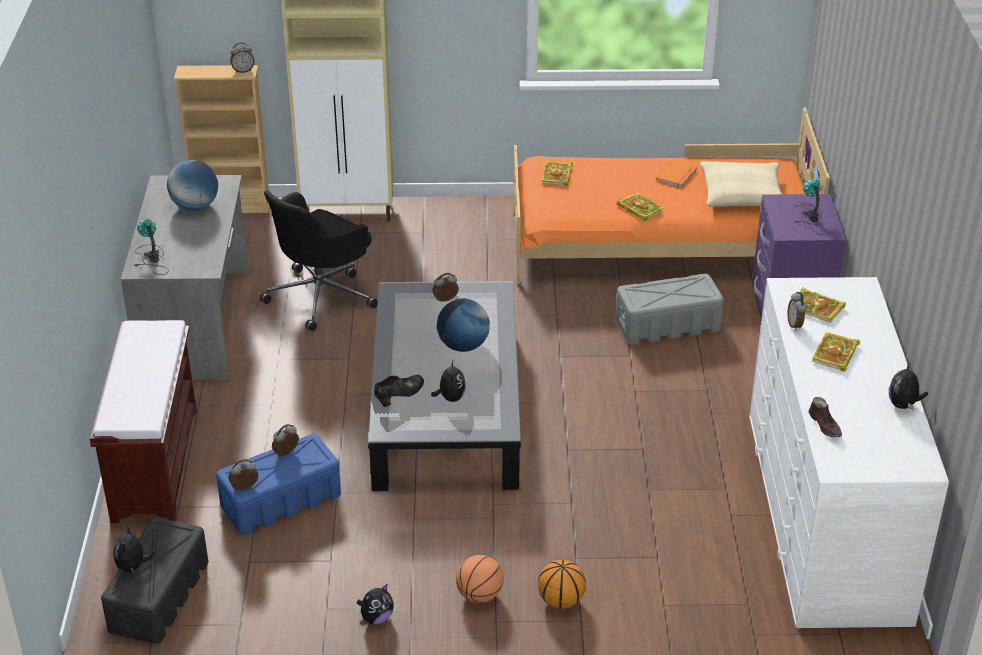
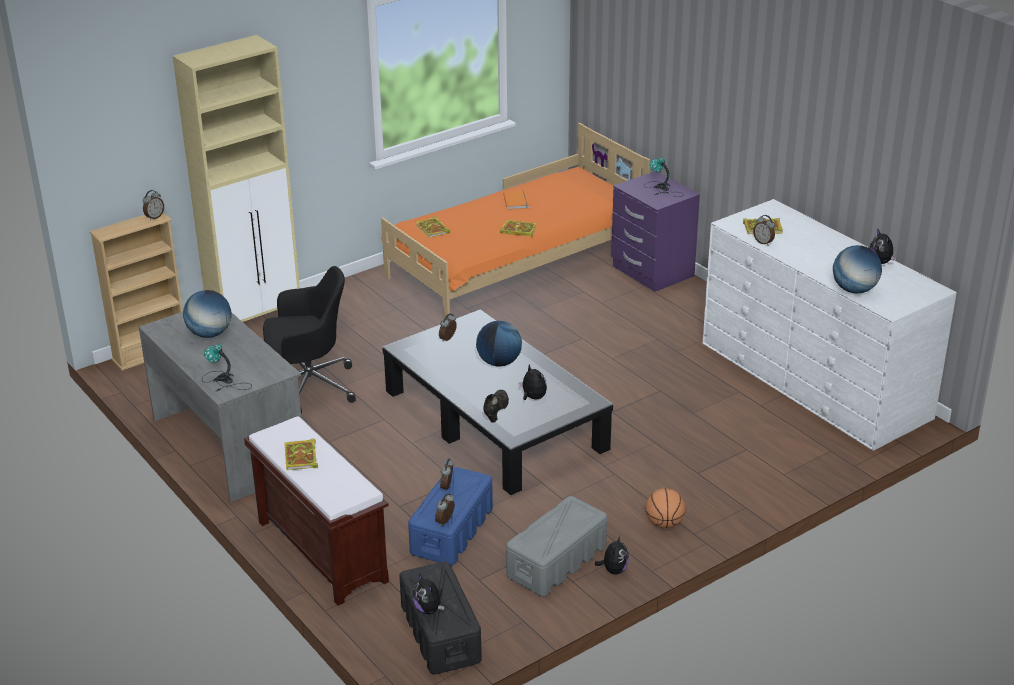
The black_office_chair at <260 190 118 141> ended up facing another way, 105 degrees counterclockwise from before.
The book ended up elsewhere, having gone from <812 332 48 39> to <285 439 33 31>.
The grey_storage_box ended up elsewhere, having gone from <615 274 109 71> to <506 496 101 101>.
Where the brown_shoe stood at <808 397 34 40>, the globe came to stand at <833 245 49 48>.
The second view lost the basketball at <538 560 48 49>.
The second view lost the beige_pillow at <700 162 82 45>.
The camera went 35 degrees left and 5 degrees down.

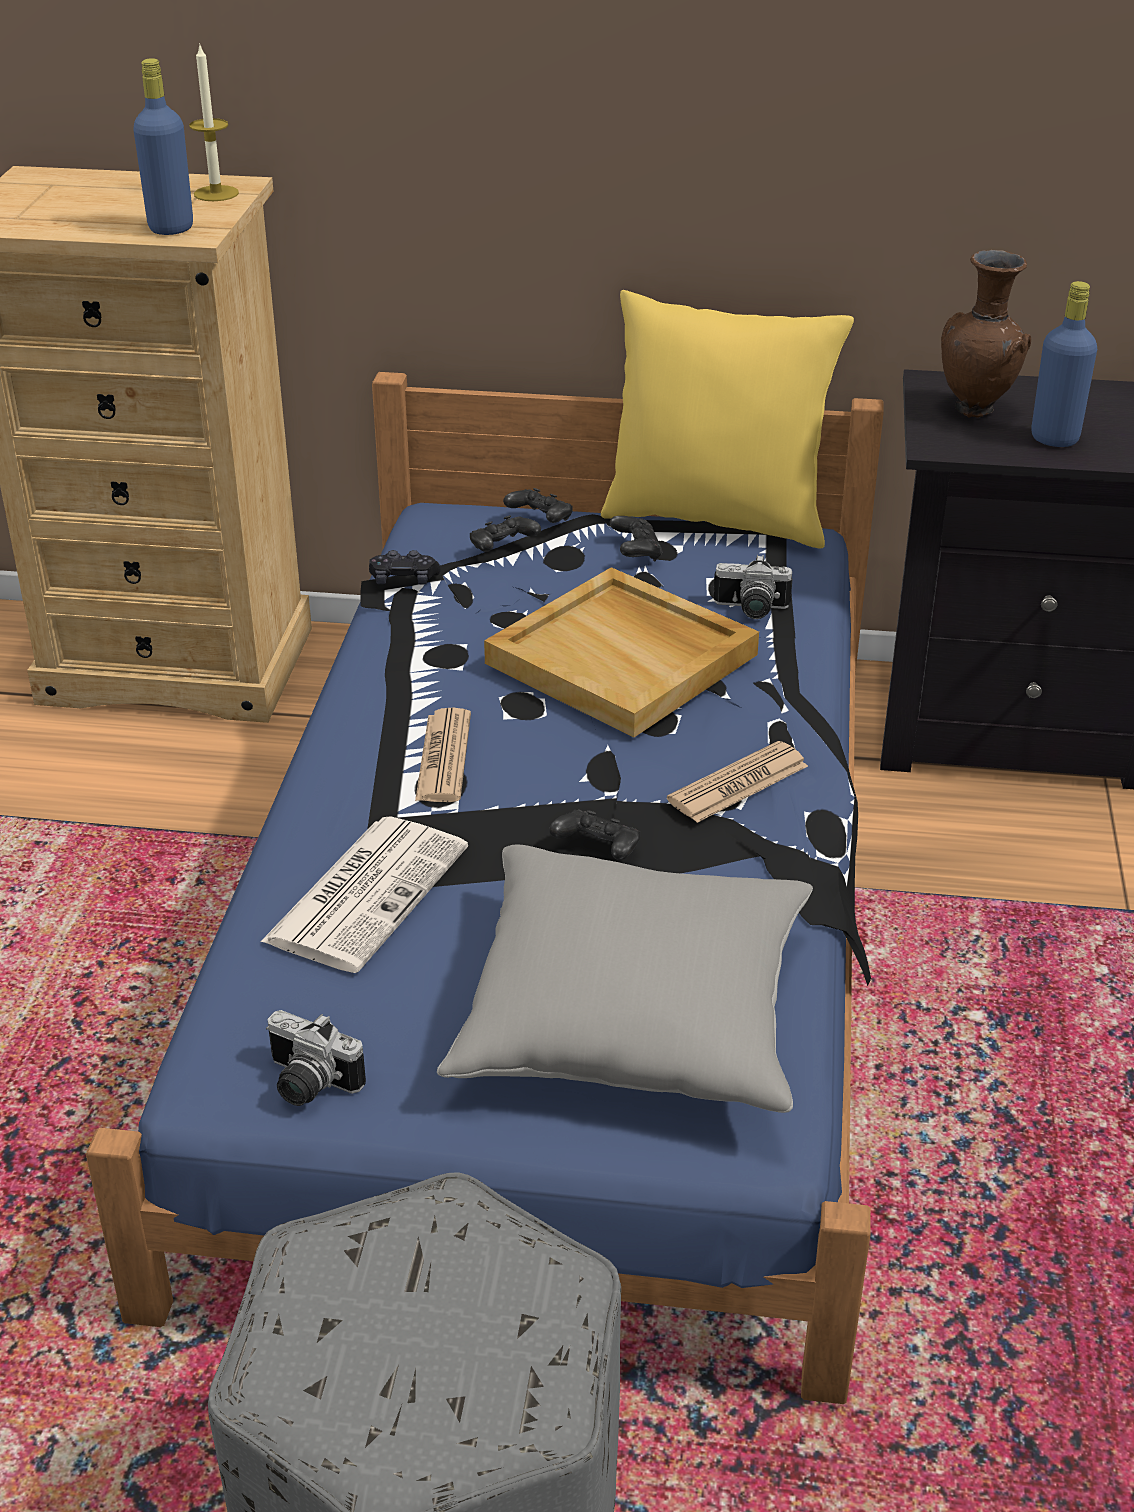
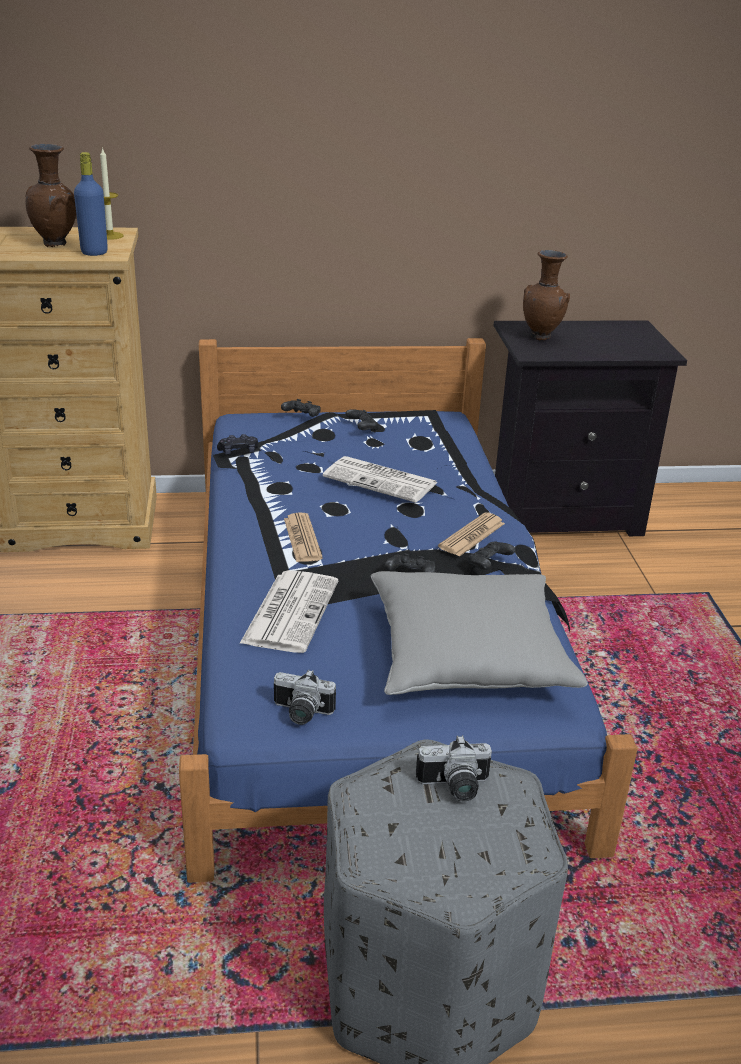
The second view gained the brown_vase at <25 144 51 103>.
Where the beige_tray stood at <484 567 275 170>, the newspaper came to stand at <323 456 115 47>.
The photo_camera ended up elsewhere, having gone from <713 555 79 64> to <416 735 76 67>.
The black_game_controller ended up elsewhere, having gone from <470 515 71 37> to <467 541 48 29>.
The second view lost the yellow_pillow at <601 290 253 259>.
The second view lost the blue_bottle at <1031 281 66 166>.
The camera went 15 degrees left and 5 degrees down.

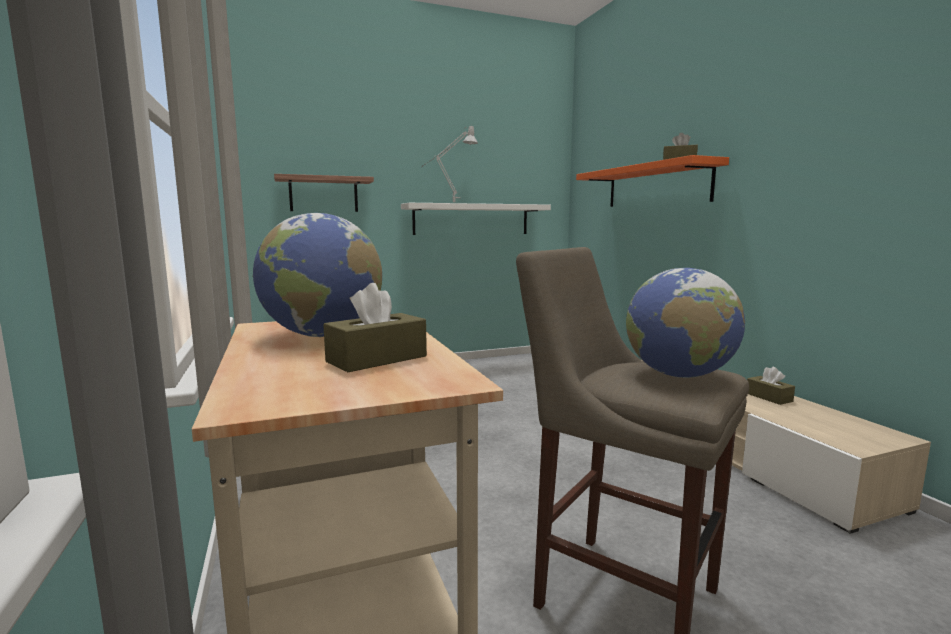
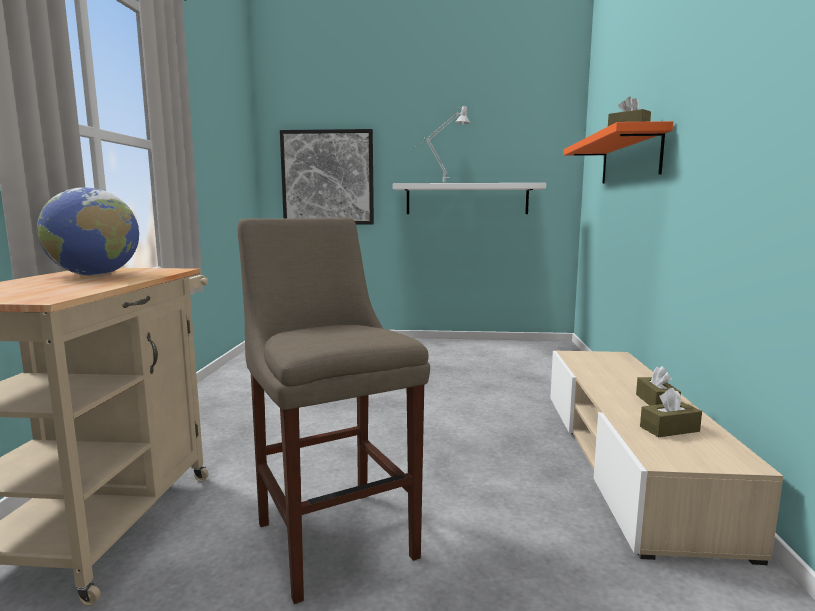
Where the shelf hung at <274 174 100 38>, the picture came to hang at <280 129 94 95>.
The brown_tissue_box ended up elsewhere, having gone from <323 283 104 89> to <640 388 62 49>.
The second view lost the globe at <626 268 119 110>.
The camera went 25 degrees right and 0 degrees up.

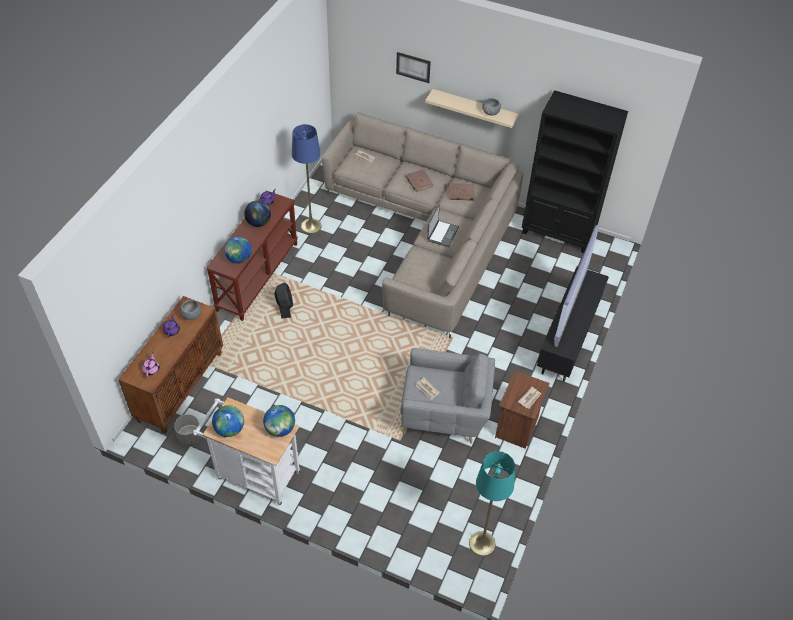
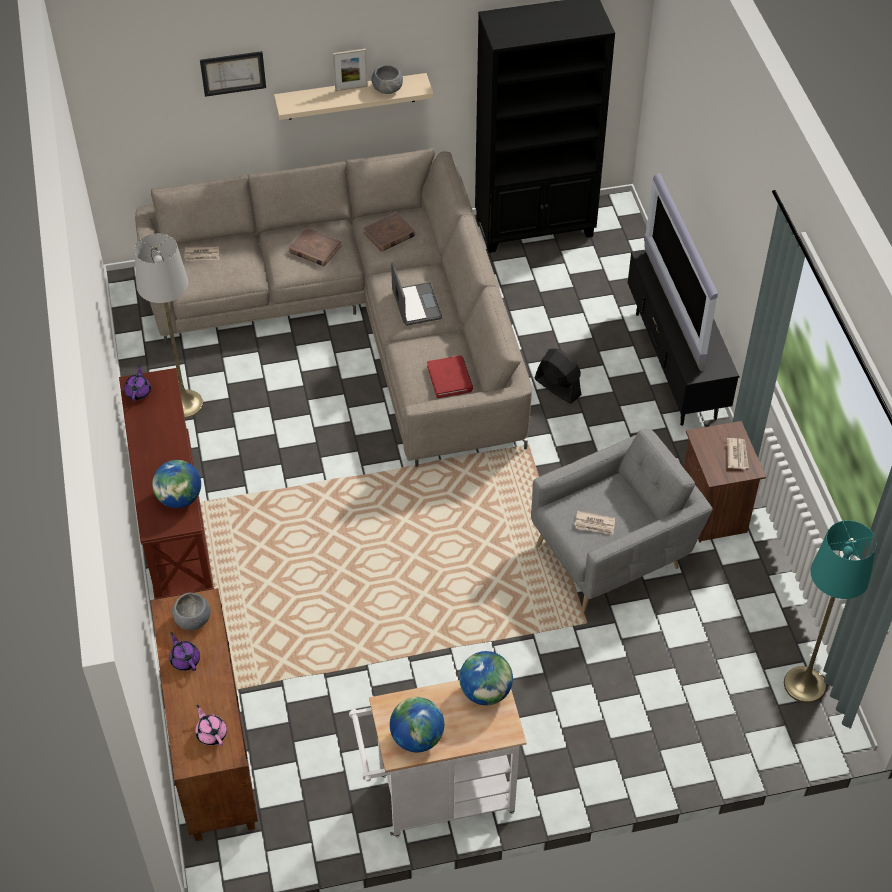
What was the blue_floor_lamp at <292 124 30 110> turned into the grey_floor_lamp at <134 233 69 185>.
The second view gained the picture_frame at <333 49 35 42>.
The second view gained the red_book at <427 355 46 43>.
The black_fan ended up elsewhere, having gone from <274 283 19 36> to <535 348 47 56>.
The second view lost the grey_planter at <174 414 27 31>.
The second view lost the globe at <244 200 27 27>.
The camera went 35 degrees left and 0 degrees up.

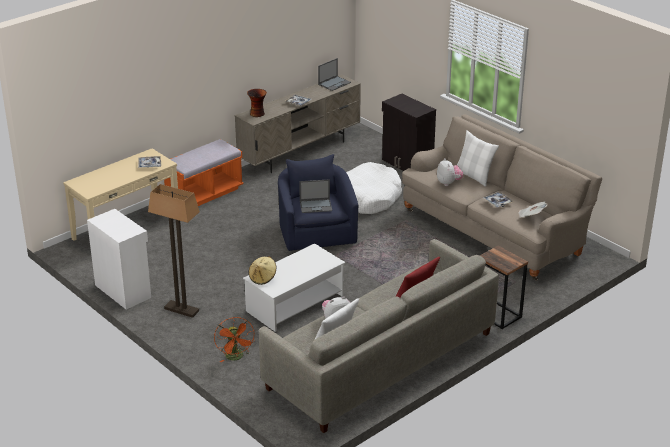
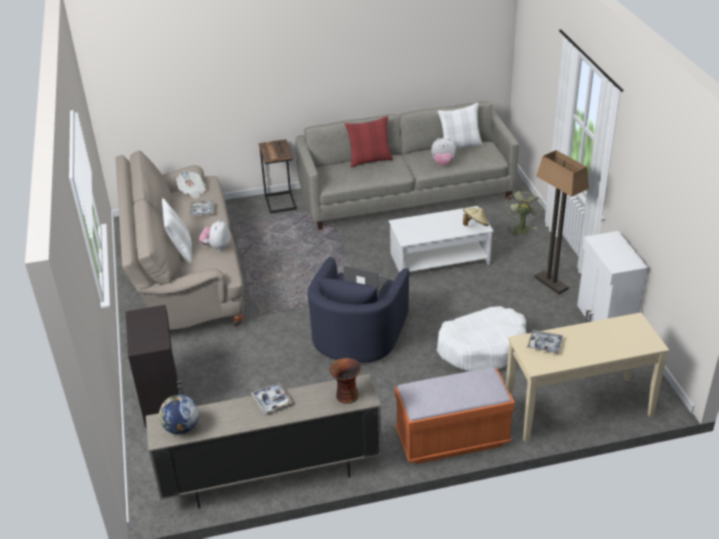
Where the laptop stood at <318 58 33 33>, the globe came to stand at <159 395 40 39>.
The white_dog_bed ended up elsewhere, having gone from <346 162 56 52> to <437 306 90 65>.
What was the orange_fan at <214 317 41 45> turned into the green_fan at <506 188 37 49>.
The camera went 150 degrees left and 5 degrees up.

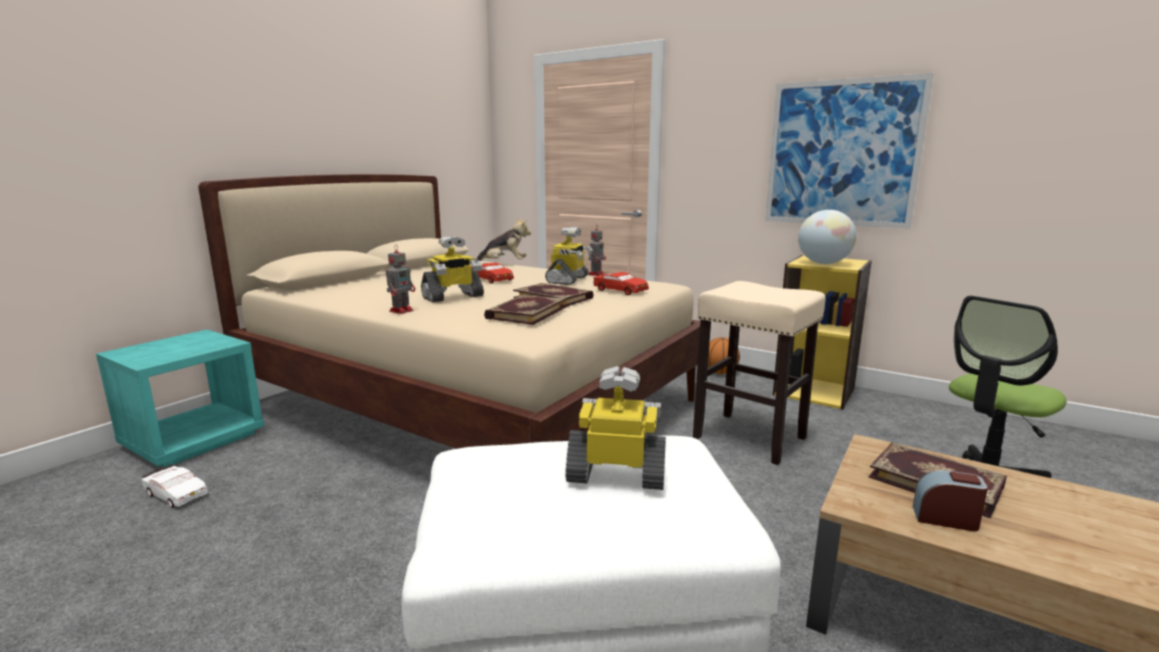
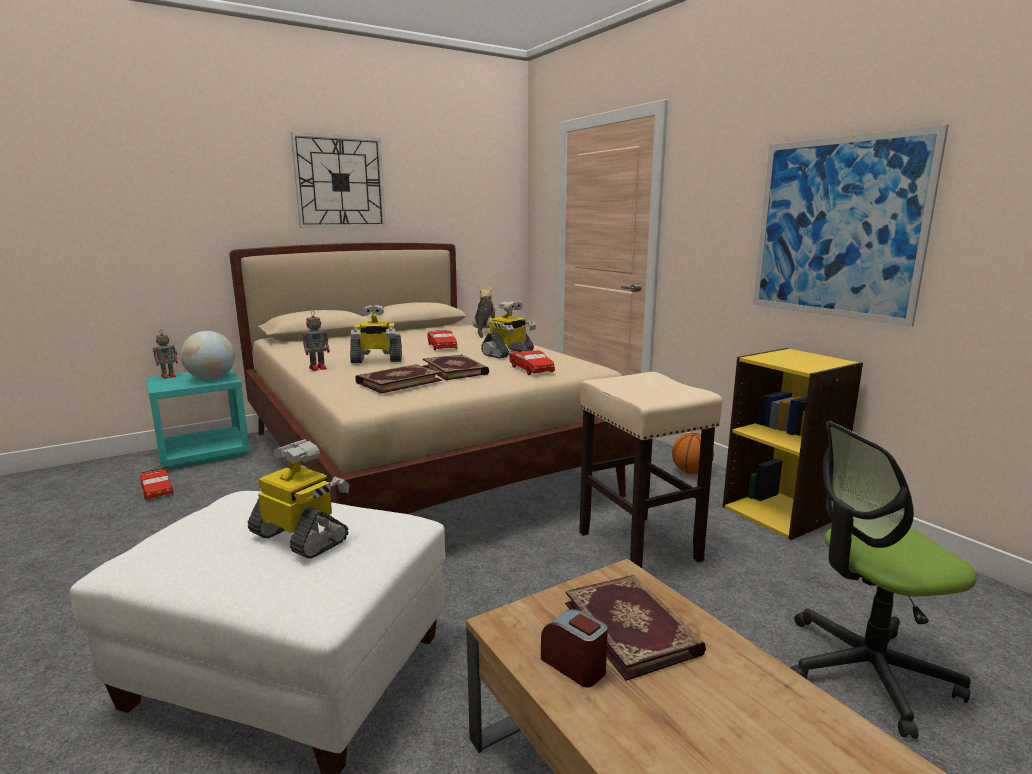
What was the white_toy_car at <141 465 67 43> turned into the red_toy_car at <140 468 33 32>.
The toy_robot ended up elsewhere, having gone from <588 224 18 52> to <153 330 25 49>.
The globe ended up elsewhere, having gone from <798 210 59 54> to <180 331 55 49>.
The second view gained the wall_clock at <291 132 95 96>.
The plush_toy at <475 218 56 43> ended up facing another way, 105 degrees counterclockwise from before.
The camera went 25 degrees right and 0 degrees up.

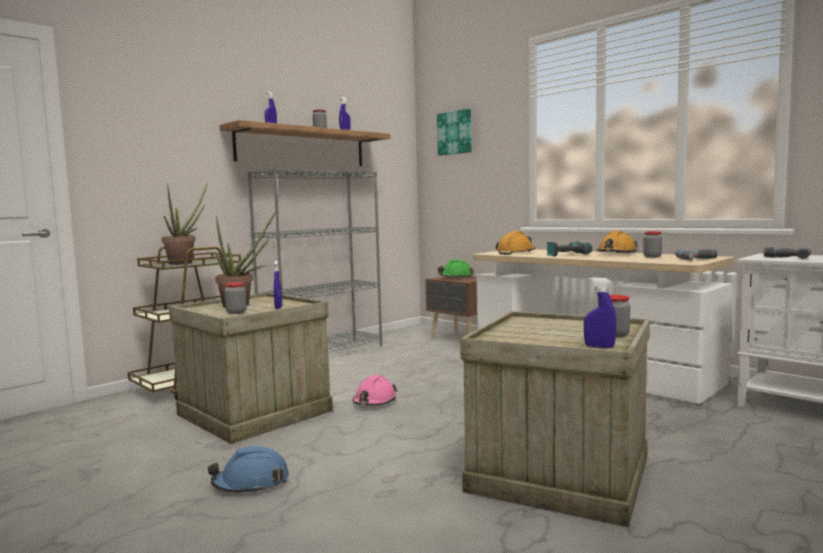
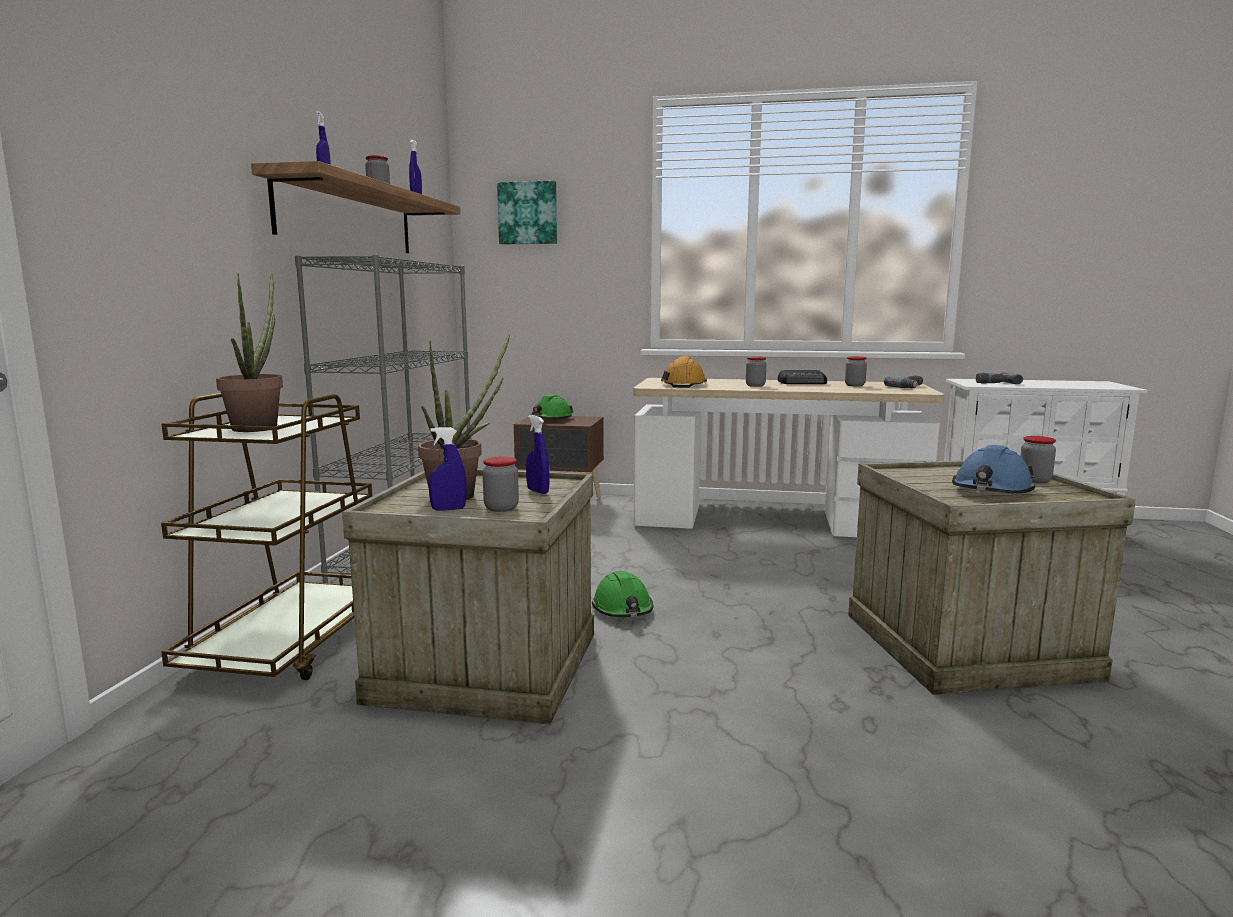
The blue_spray_bottle ended up elsewhere, having gone from <584 277 33 71> to <428 427 39 84>.
What was the pink_hard_hat at <353 375 44 30> turned into the green_hard_hat at <592 571 61 46>.
Where the power_drill stood at <546 241 46 16>, the jar came to stand at <746 356 20 31>.
Where the orange_hard_hat stood at <596 231 42 22>, the radio came to stand at <778 370 49 14>.
The blue_hard_hat ended up elsewhere, having gone from <208 446 81 48> to <952 445 83 49>.
The camera went 35 degrees left and 5 degrees up.

